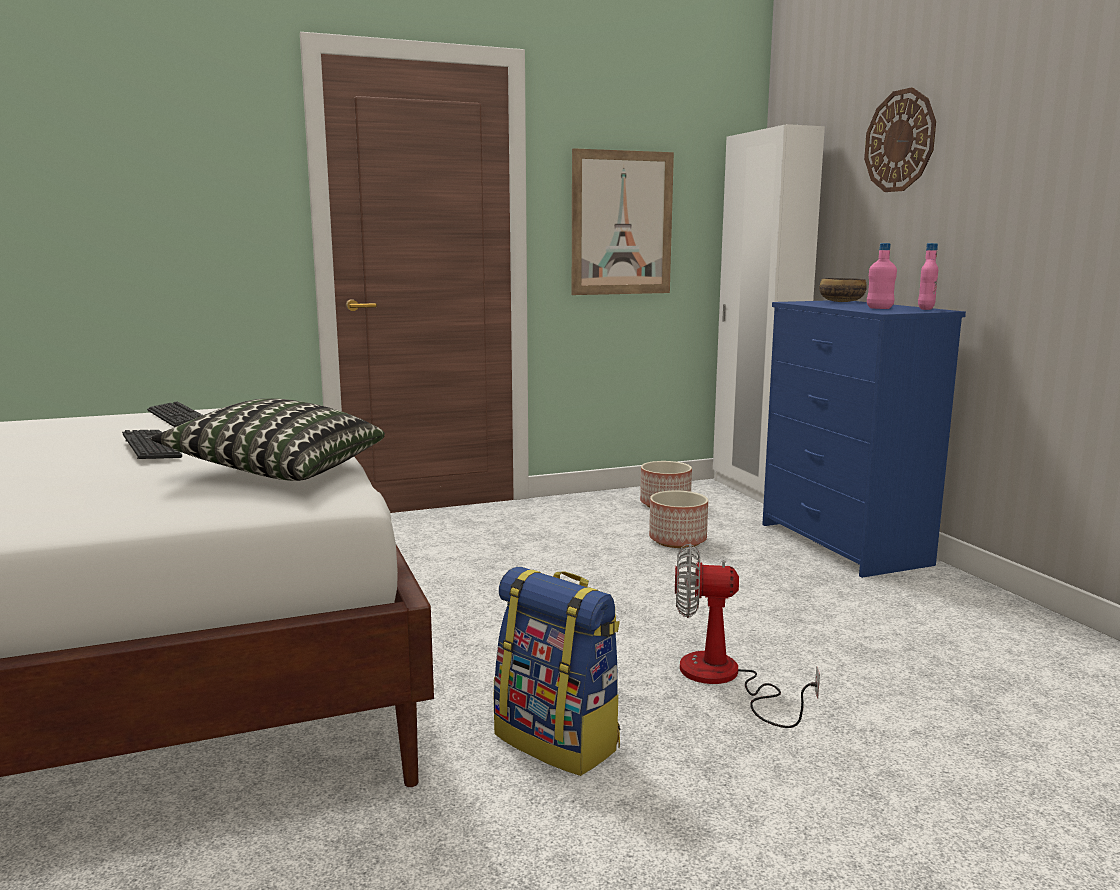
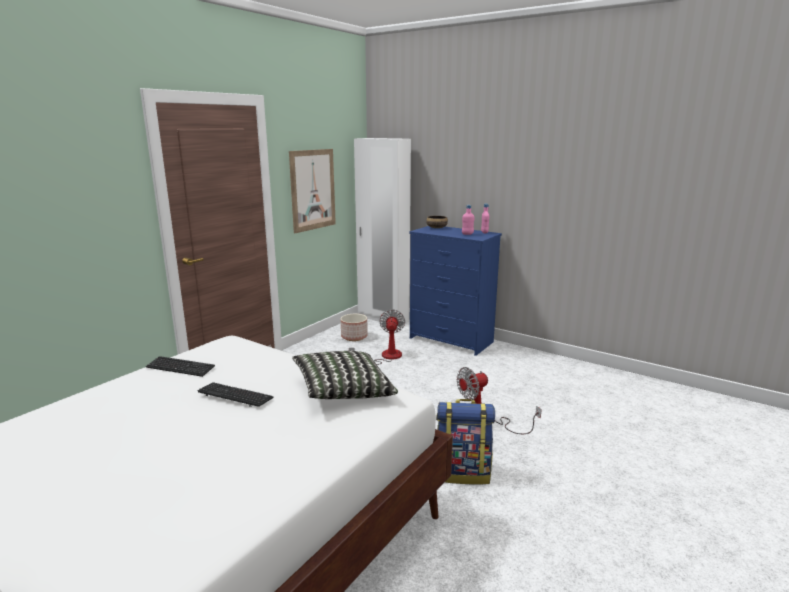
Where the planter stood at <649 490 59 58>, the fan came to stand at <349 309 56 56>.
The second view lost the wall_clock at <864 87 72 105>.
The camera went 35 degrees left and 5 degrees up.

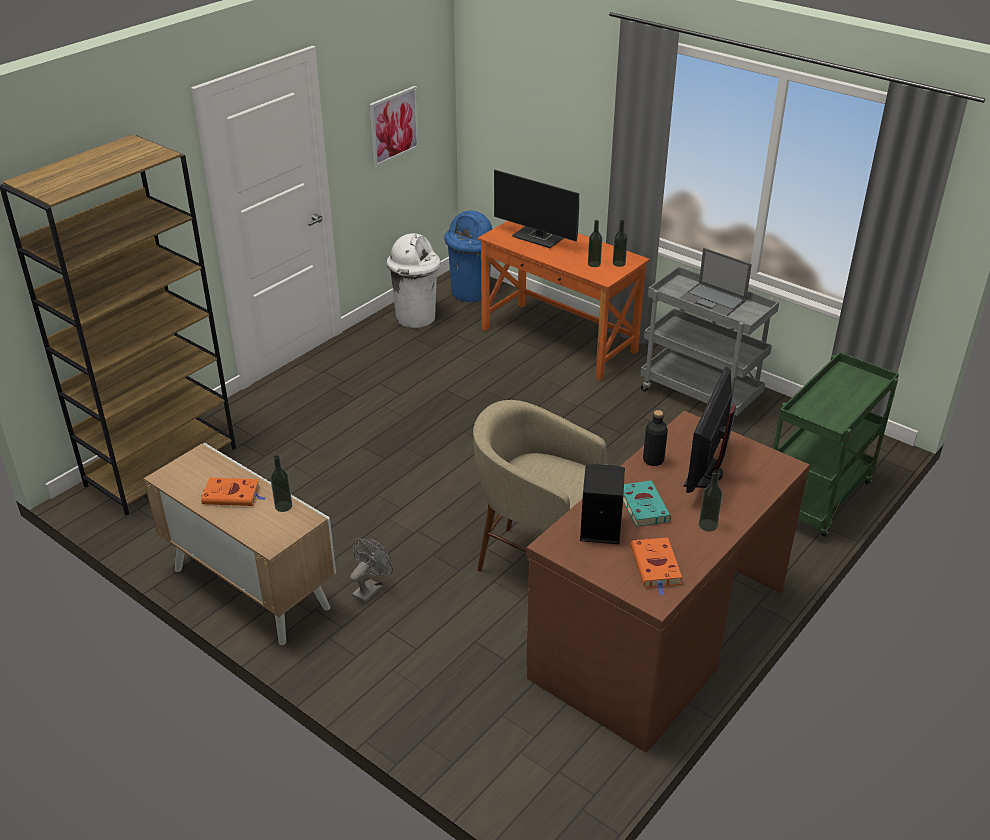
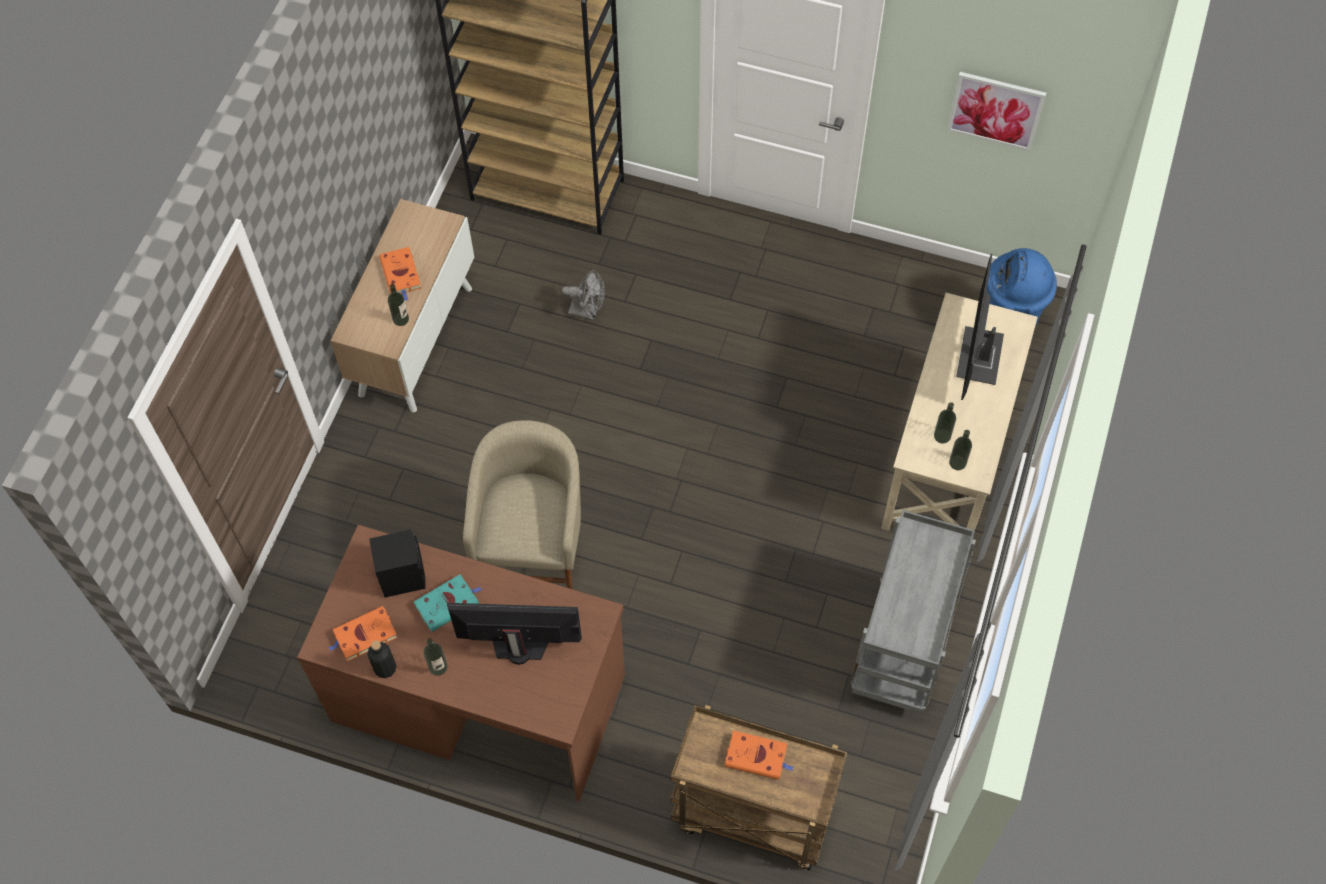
The black_bottle ended up elsewhere, having gone from <643 410 25 56> to <367 640 29 38>.
The grey_fan ended up elsewhere, having gone from <350 538 43 65> to <562 270 43 50>.
What was the green_cart at <773 352 126 185> turned into the brown_cart at <670 705 178 165>.
The second view gained the orange_book at <725 730 68 50>.
What was the orange_desk at <478 221 172 159> turned into the beige_desk at <881 293 157 238>.
The second view lost the white_trash_can at <386 233 55 95>.
The second view lost the laptop at <680 248 72 68>.
The camera went 70 degrees right and 25 degrees up.

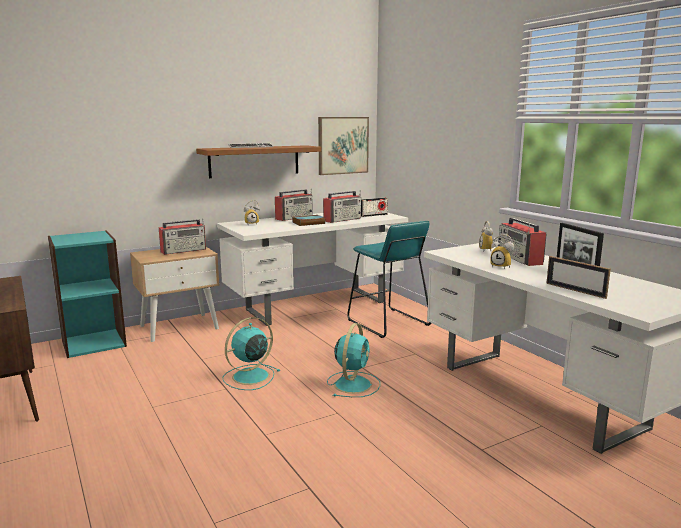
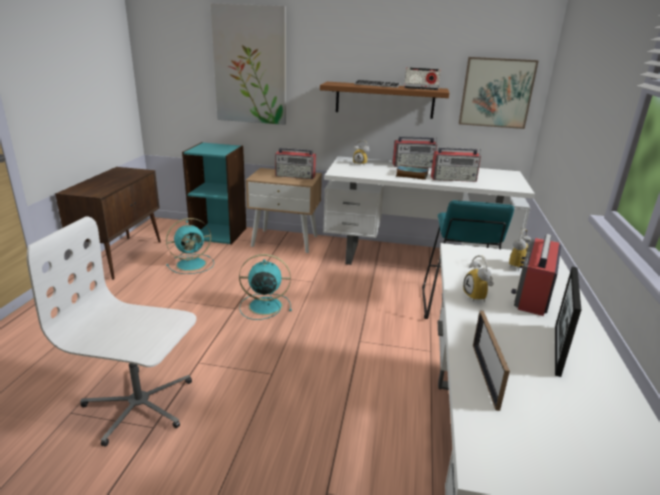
The second view gained the white_office_chair at <27 216 169 231>.
The turquoise_fan ended up elsewhere, having gone from <327 323 53 74> to <166 218 48 56>.
The second view gained the picture at <211 3 75 122>.
The radio ended up elsewhere, having gone from <361 198 27 19> to <404 67 37 23>.
The camera went 40 degrees right and 10 degrees up.

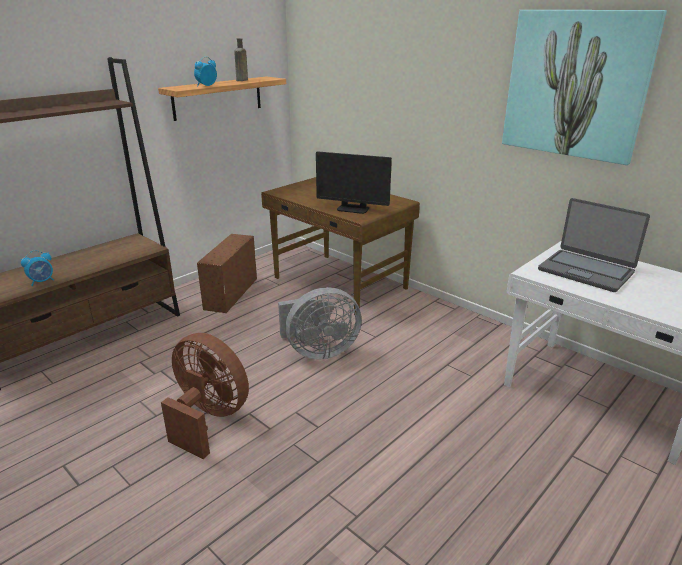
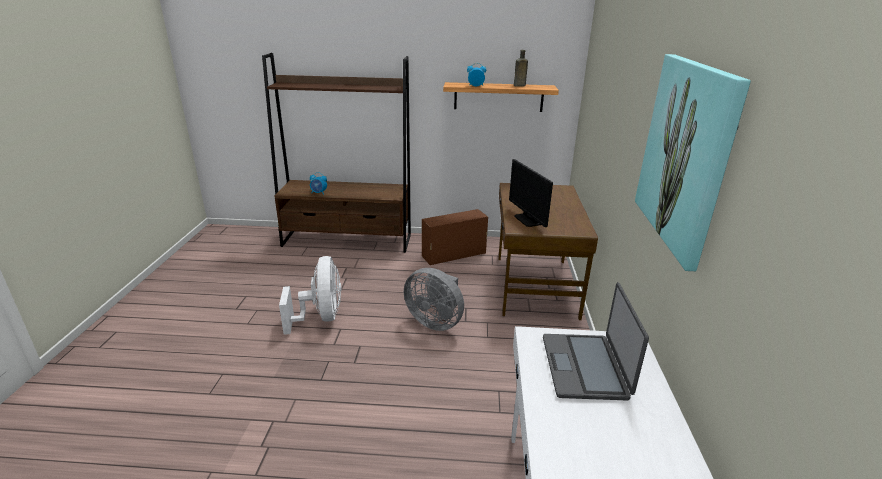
What was the brown_fan at <161 333 88 126> turned into the white_fan at <279 256 62 79>.
The camera went 50 degrees right and 0 degrees up.

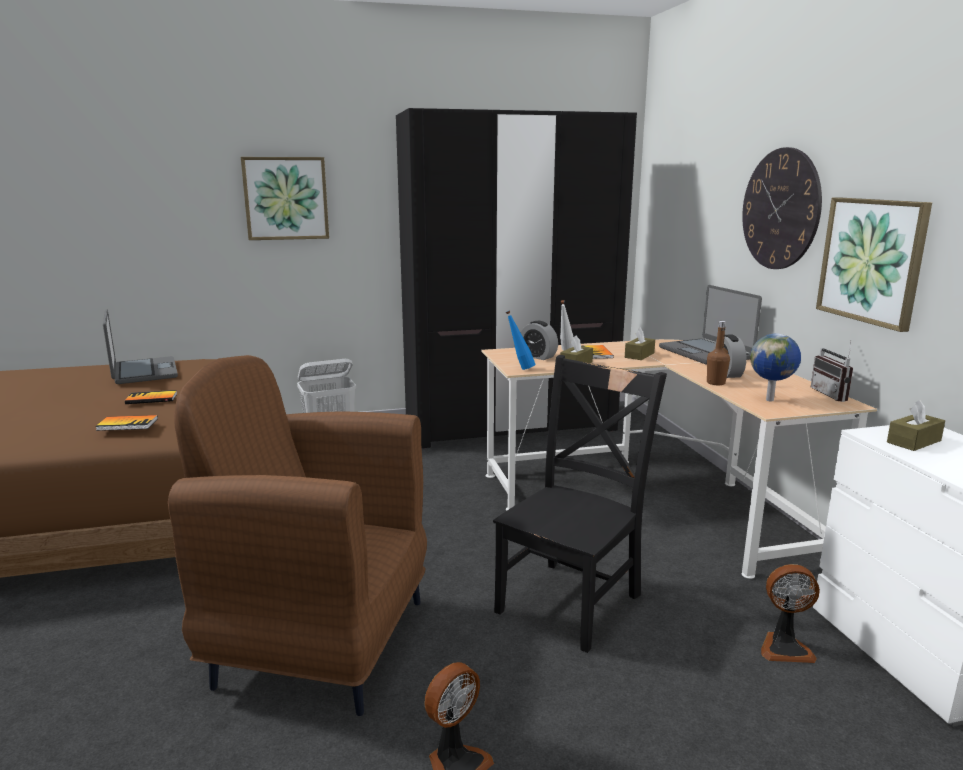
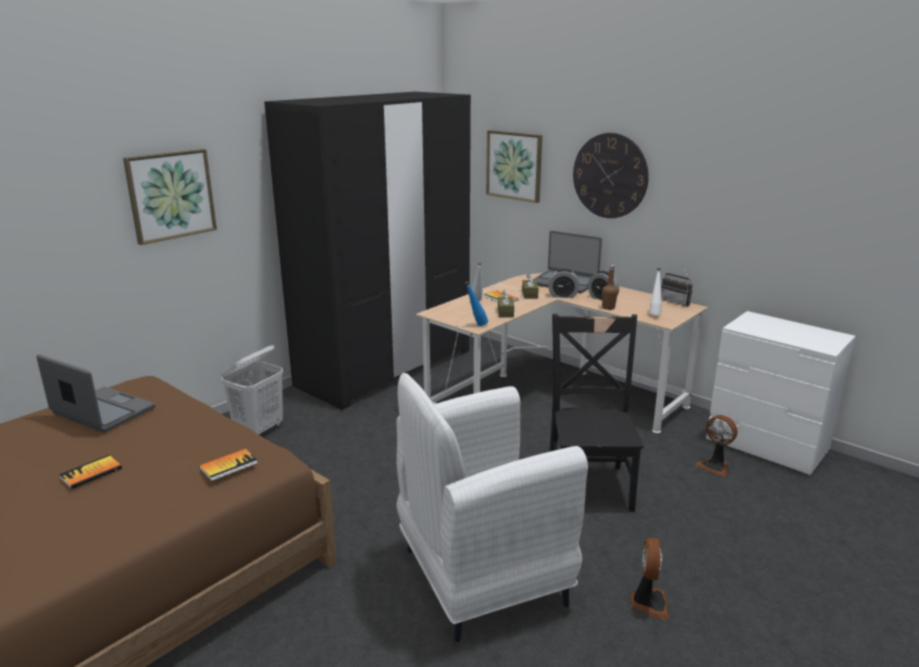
The book ended up elsewhere, having gone from <125 390 52 14> to <59 455 63 34>.
What was the brown_armchair at <168 355 259 361> turned into the white_armchair at <396 373 192 269>.
The picture ended up elsewhere, having gone from <816 197 116 135> to <486 130 56 73>.
The alarm_clock ended up elsewhere, having gone from <521 321 37 39> to <548 269 31 29>.
Where the globe stood at <750 334 51 68>, the white_bottle came to stand at <649 268 13 47>.
The fan at <761 564 59 99> ended up facing another way, 75 degrees clockwise from before.
The second view lost the brown_tissue_box at <887 400 58 51>.
The camera went 35 degrees left and 5 degrees up.

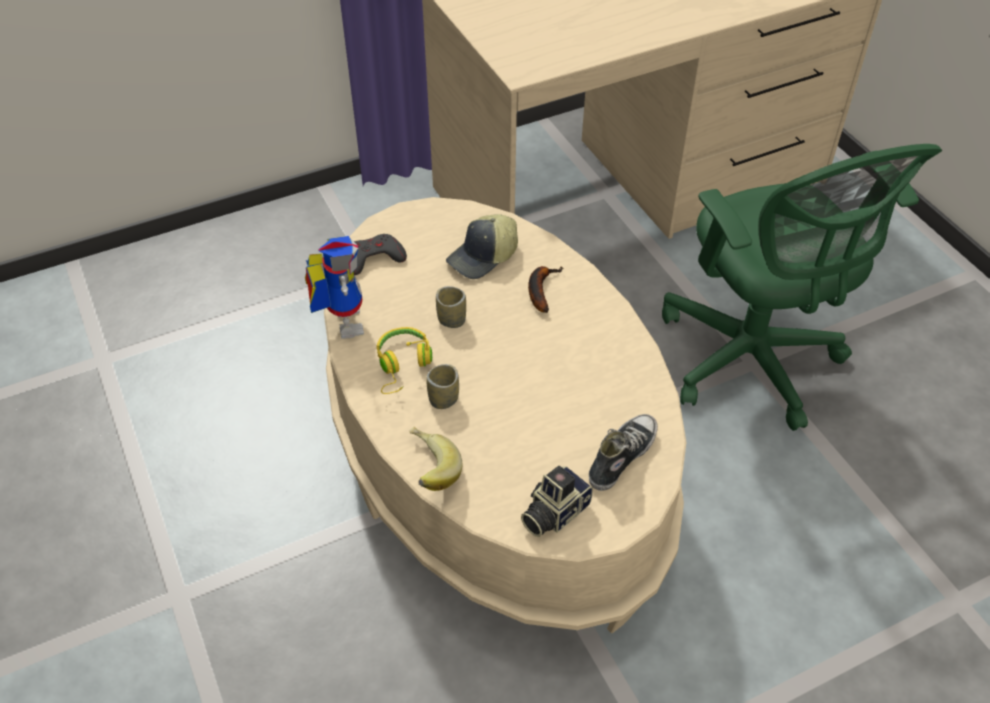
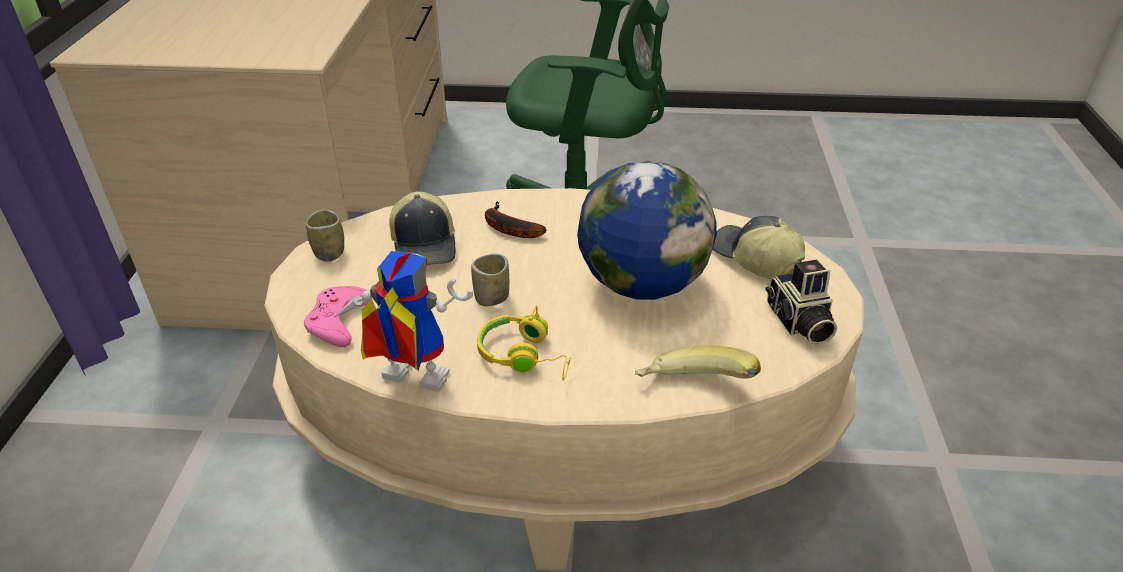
What was the grey_game_controller at <353 234 54 41> turned into the pink_game_controller at <304 286 66 61>.
The cup ended up elsewhere, having gone from <427 364 32 45> to <306 210 38 52>.
The second view gained the globe at <577 161 140 139>.
Where the shoe stood at <589 414 69 77>, the cap came to stand at <713 216 92 64>.
The camera went 60 degrees left and 10 degrees down.

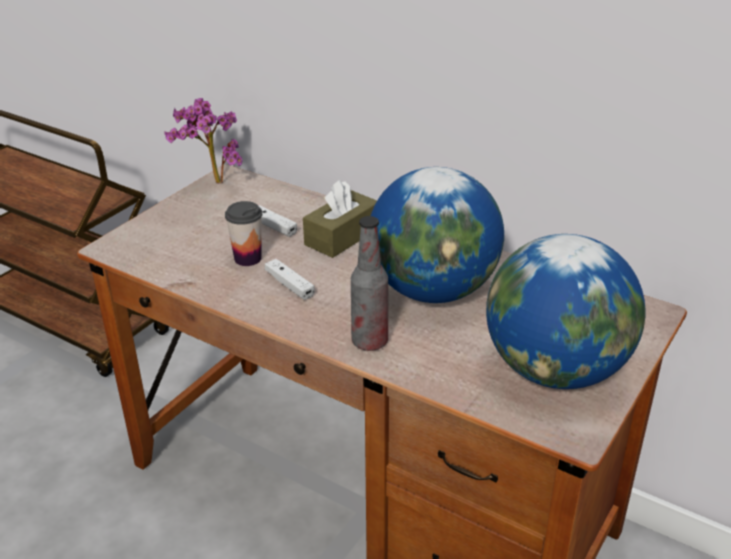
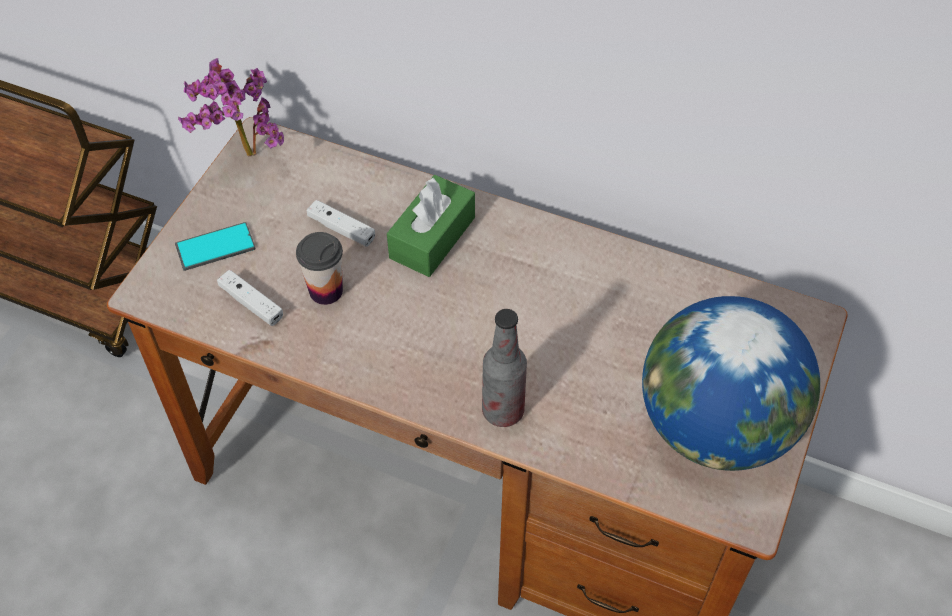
The second view gained the phone at <175 222 81 49>.
The white_game_controller ended up elsewhere, having gone from <265 259 49 41> to <217 270 66 56>.
What was the brown_tissue_box at <303 180 74 78> turned into the green_tissue_box at <387 175 88 102>.
The second view lost the globe at <371 167 133 136>.
The camera went 10 degrees left and 20 degrees up.

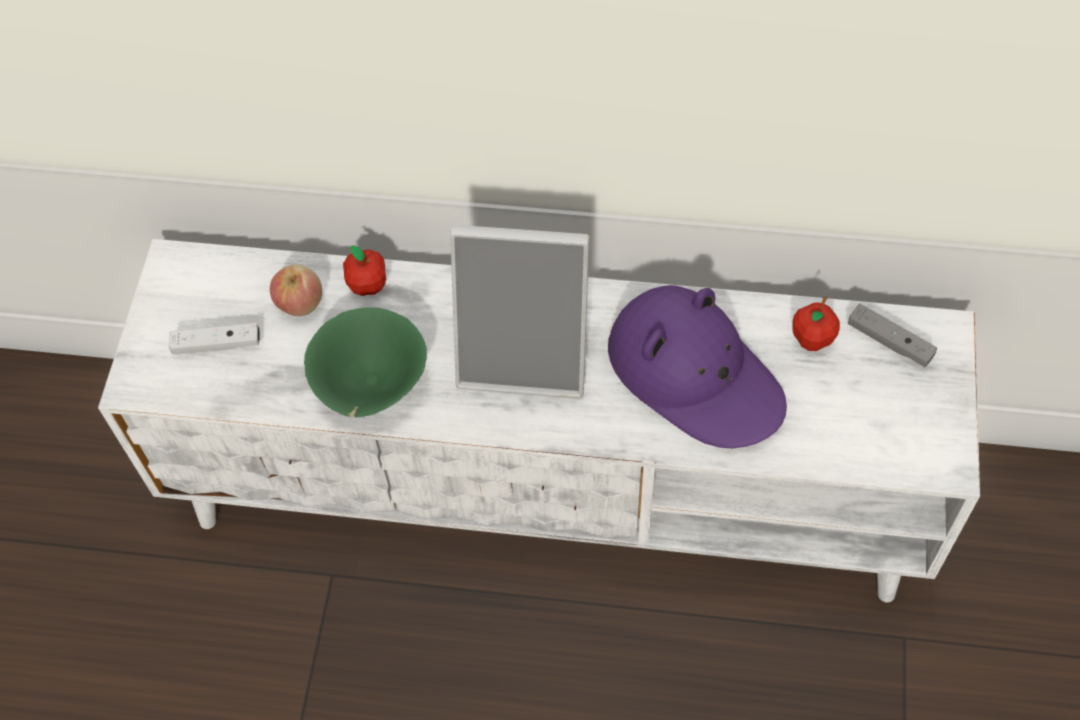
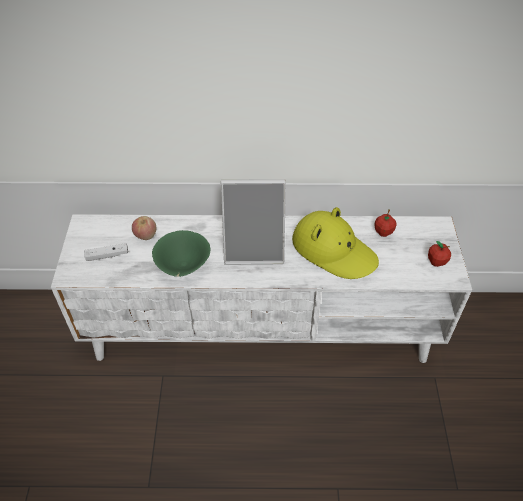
What was the purple_hat at <608 285 179 163> turned into the yellow_hat at <292 207 87 72>.
The apple ended up elsewhere, having gone from <343 245 43 51> to <428 241 23 26>.
The second view lost the grey_game_controller at <848 304 89 63>.
The camera went 10 degrees left and 10 degrees down.

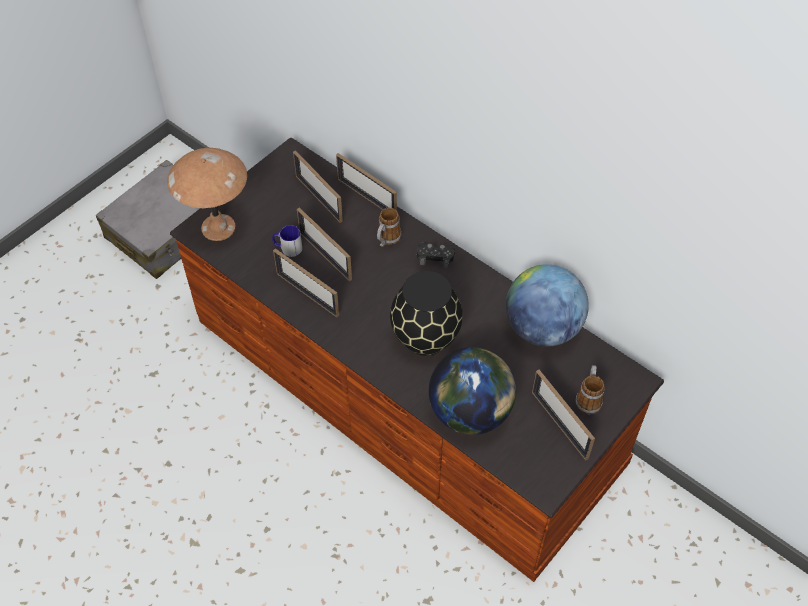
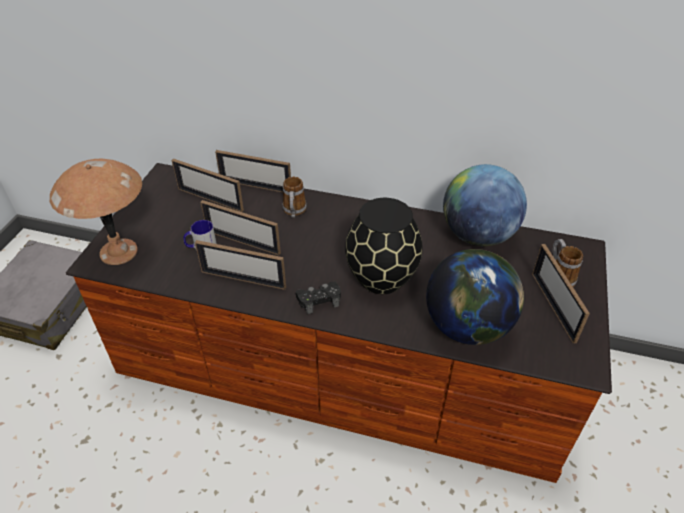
The black_game_controller ended up elsewhere, having gone from <417 242 38 26> to <296 282 45 32>.
The picture_frame at <532 369 63 91> ended up facing another way, 45 degrees clockwise from before.
The camera went 25 degrees left and 10 degrees down.

